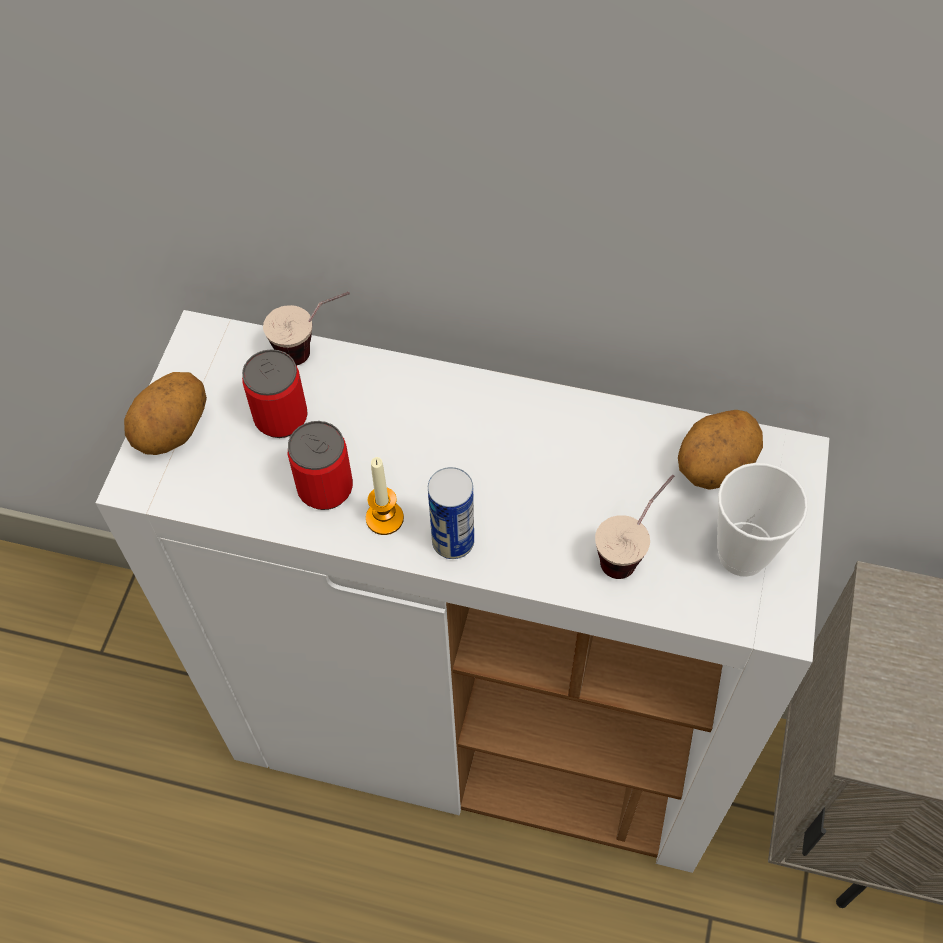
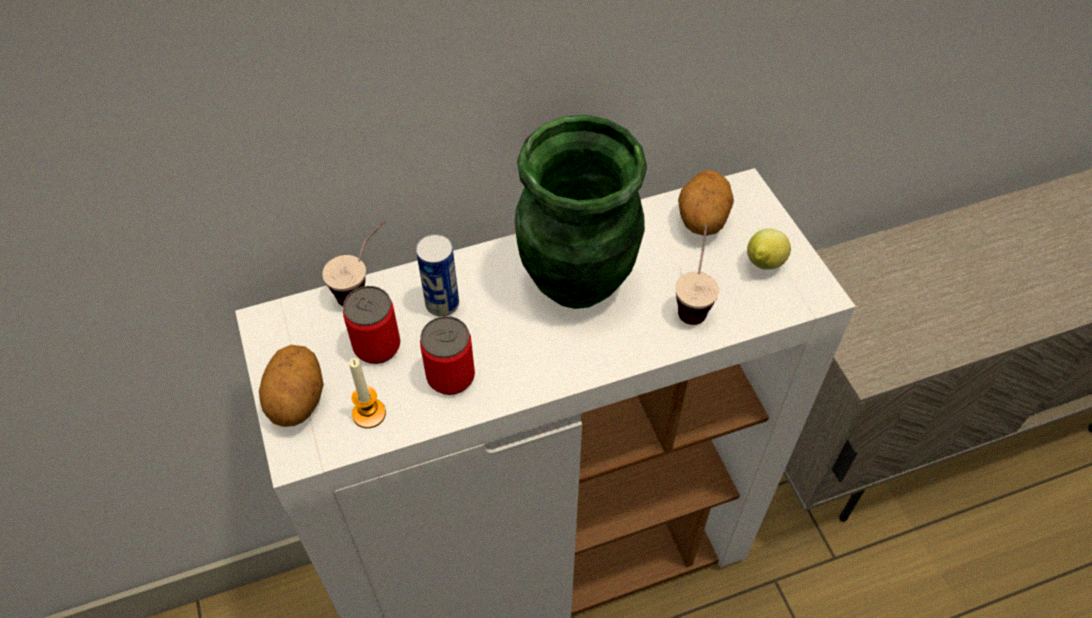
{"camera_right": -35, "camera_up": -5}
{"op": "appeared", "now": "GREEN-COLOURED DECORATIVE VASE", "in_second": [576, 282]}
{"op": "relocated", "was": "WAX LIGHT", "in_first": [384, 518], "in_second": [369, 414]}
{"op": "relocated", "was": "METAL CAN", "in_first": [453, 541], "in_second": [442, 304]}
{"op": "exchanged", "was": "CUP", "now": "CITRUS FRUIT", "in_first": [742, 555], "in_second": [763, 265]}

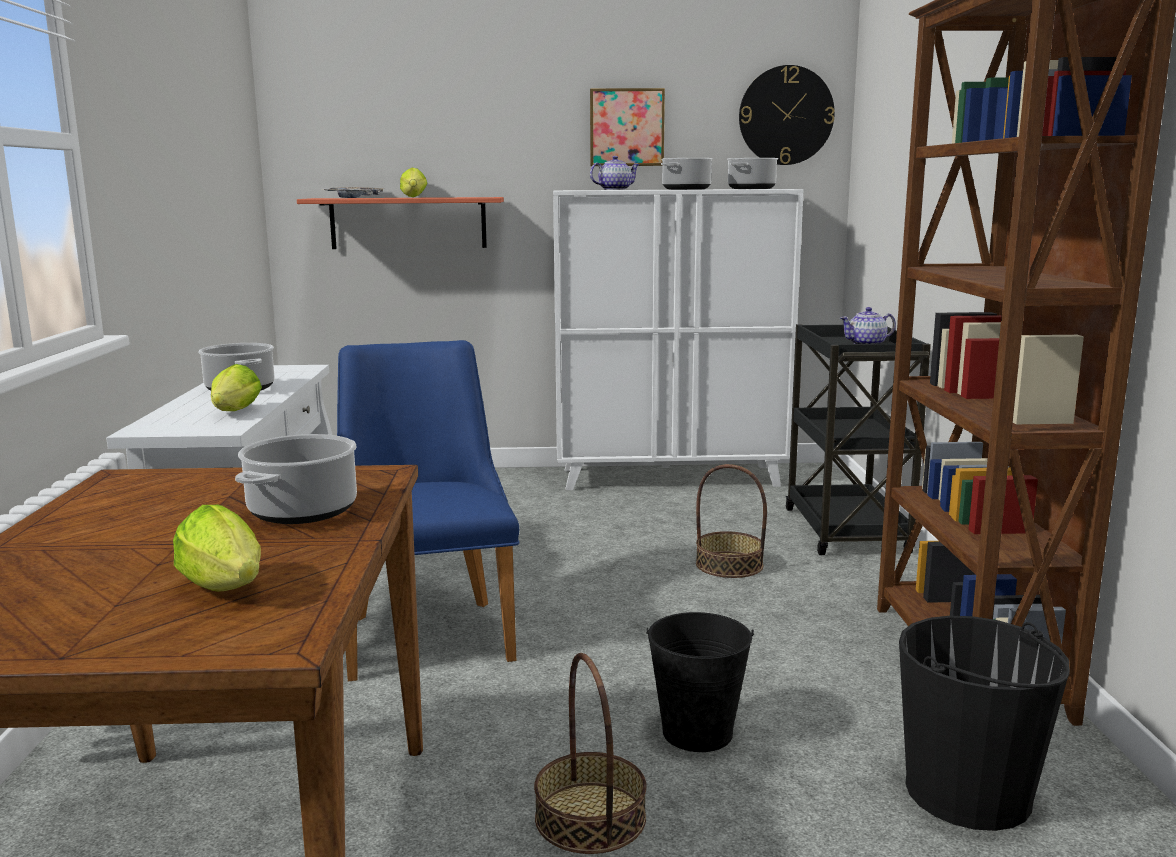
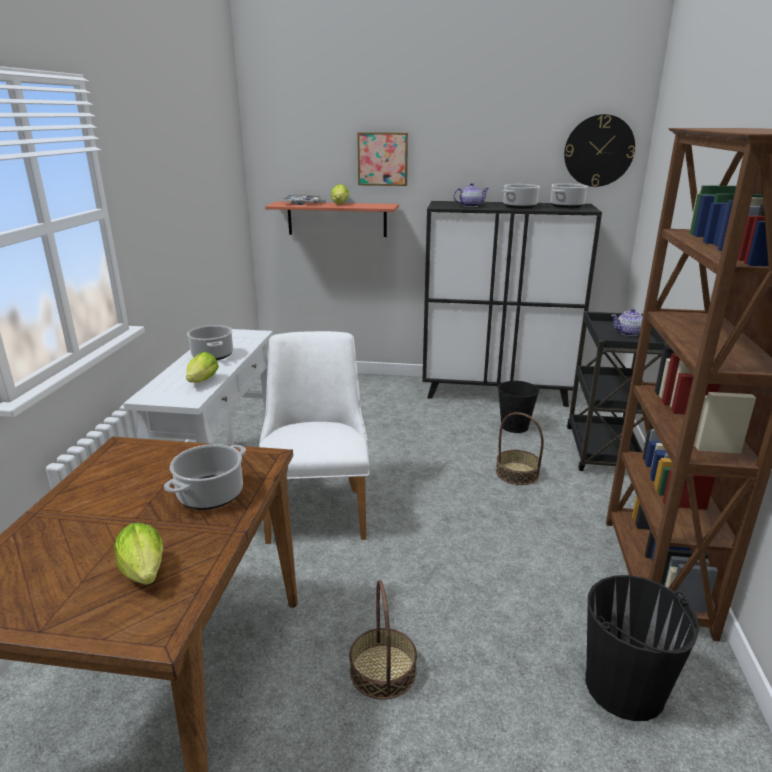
{"camera_right": 10, "camera_up": 10}
{"op": "relocated", "was": "PICTURE", "in_first": [626, 127], "in_second": [383, 159]}
{"op": "relocated", "was": "BLACK BUCKET", "in_first": [697, 732], "in_second": [514, 426]}
{"op": "colour", "was": "BLUE UPRIGHT CHAIR", "now": "WHITE UPRIGHT CHAIR", "in_first": [426, 629], "in_second": [318, 507]}
{"op": "colour", "was": "WHITE CUPBOARD", "now": "BLACK CUPBOARD", "in_first": [670, 477], "in_second": [496, 392]}

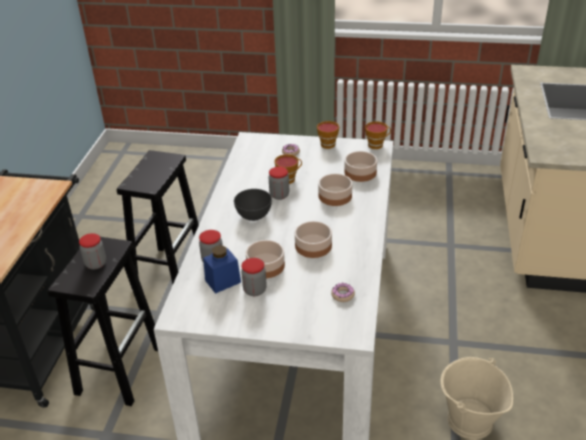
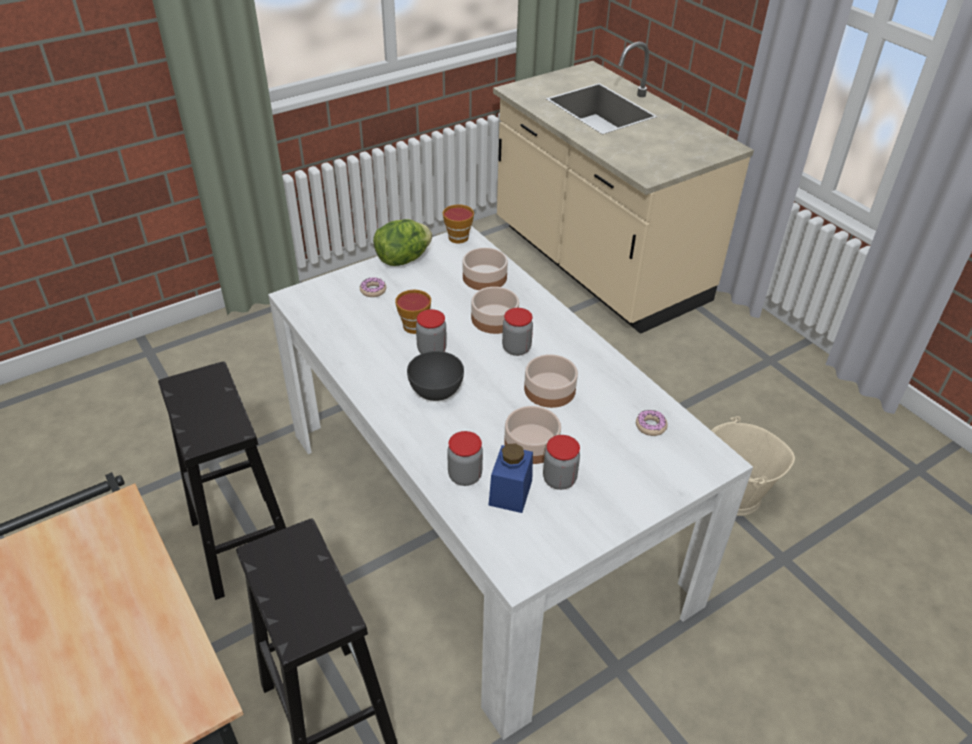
{"camera_right": -45, "camera_up": 5}
{"op": "relocated", "was": "PRESERVE JAR", "in_first": [96, 264], "in_second": [516, 348]}
{"op": "exchanged", "was": "CUP", "now": "LETTUCE", "in_first": [328, 143], "in_second": [403, 259]}

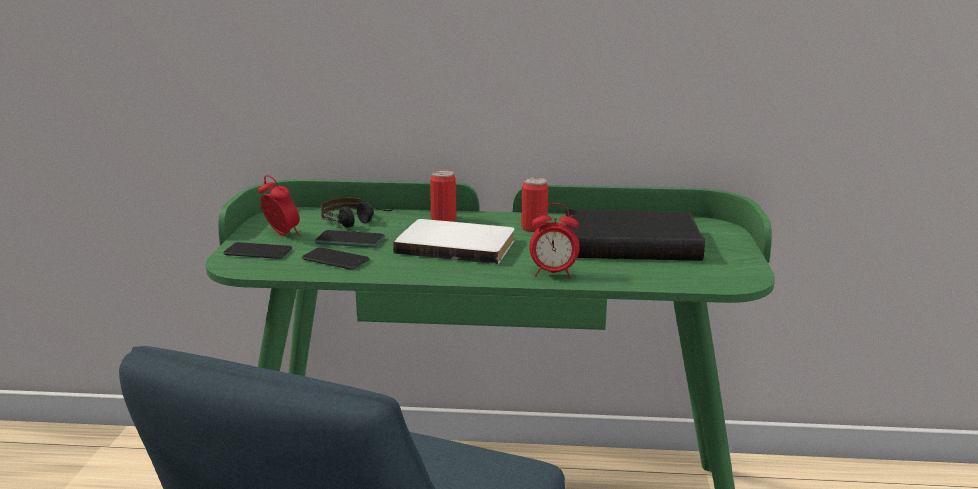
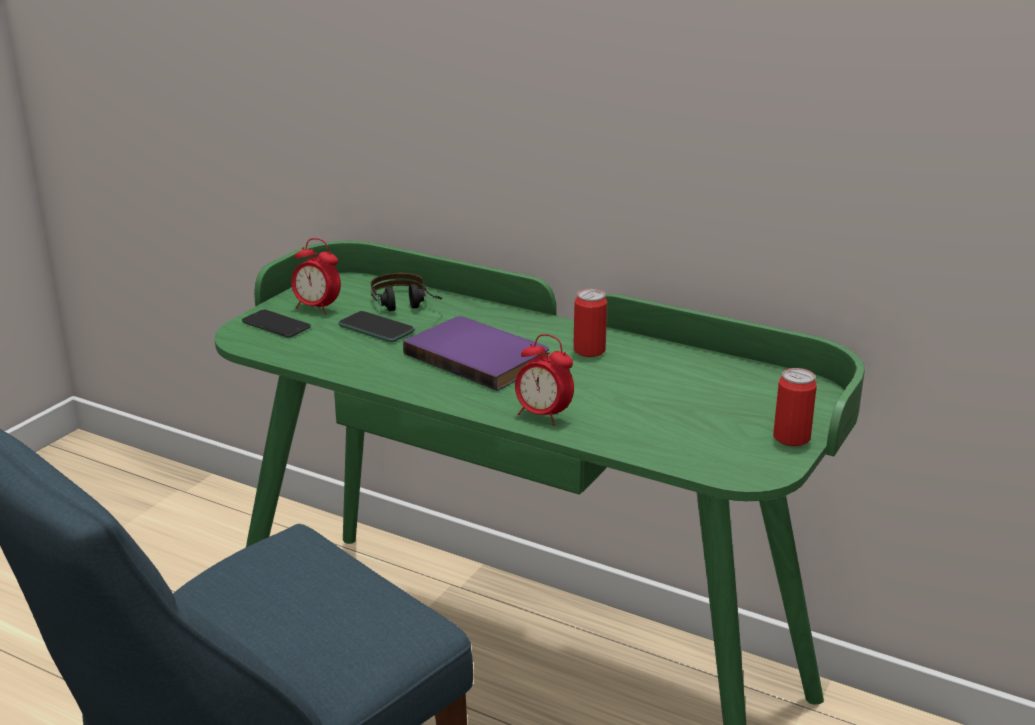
{"camera_right": 25, "camera_up": 5}
{"op": "missing", "was": "HANDSET", "in_first": [335, 260]}
{"op": "missing", "was": "BLACK BOUND BOOK", "in_first": [631, 242]}
{"op": "relocated", "was": "METAL CAN", "in_first": [443, 219], "in_second": [791, 438]}
{"op": "colour", "was": "WHITE BOUND BOOK", "now": "PURPLISH BOUND BOOK", "in_first": [457, 245], "in_second": [480, 356]}
{"op": "spun", "was": "BEDSIDE CLOCK", "in_first": [282, 235], "in_second": [317, 308], "clockwise": 135}

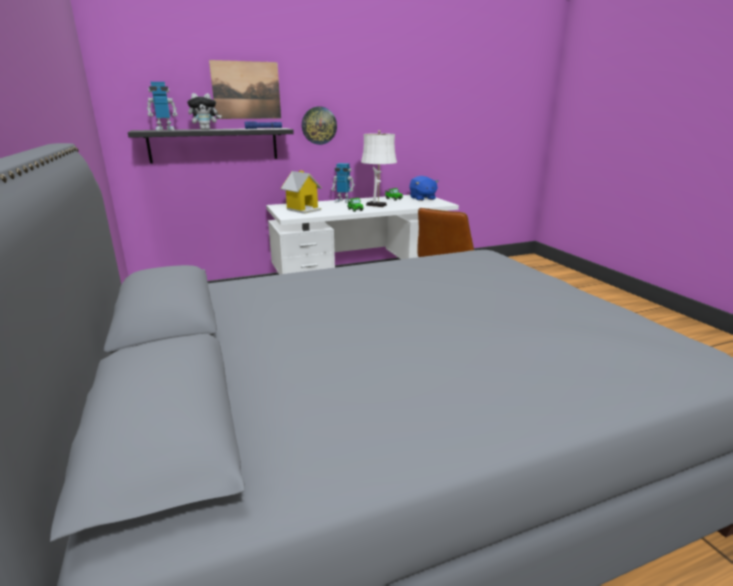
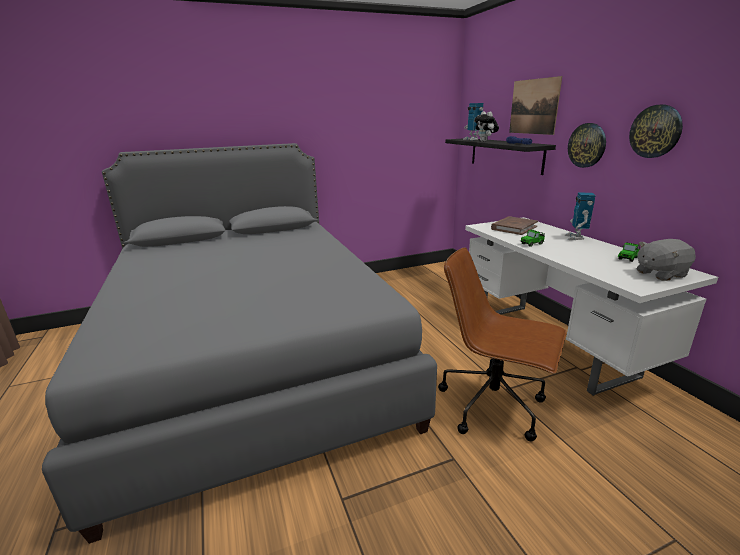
{"camera_right": 90, "camera_up": 0}
{"op": "missing", "was": "WHITE LAMP FOR A TABLE", "in_first": [378, 205]}
{"op": "appeared", "now": "WALL CLOCK", "in_second": [655, 131]}
{"op": "exchanged", "was": "MODEL HOUSE", "now": "BROWN BOUND BOOK", "in_first": [303, 209], "in_second": [514, 228]}
{"op": "colour", "was": "BLUE CUDDLY TOY", "now": "GREY CUDDLY TOY", "in_first": [422, 198], "in_second": [660, 274]}

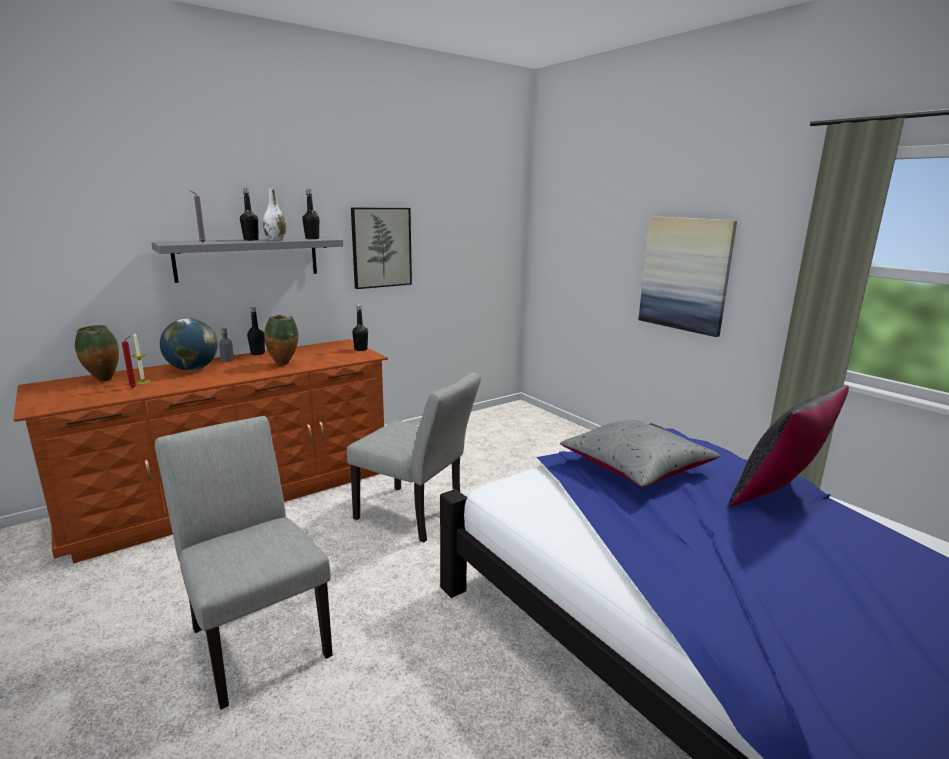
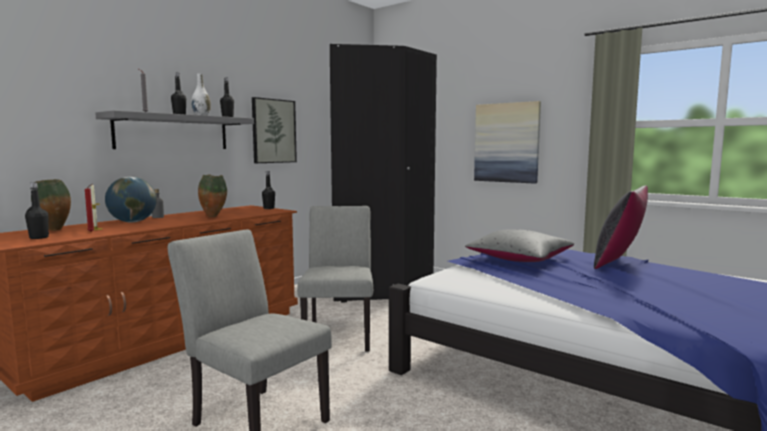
{"camera_right": -15, "camera_up": -10}
{"op": "appeared", "now": "BLACK ARMOIRE", "in_second": [379, 285]}
{"op": "relocated", "was": "BLACK BEVERAGE BOTTLE", "in_first": [257, 353], "in_second": [39, 237]}
{"op": "spun", "was": "GREY UPRIGHT CHAIR", "in_first": [416, 516], "in_second": [339, 334], "clockwise": -105}

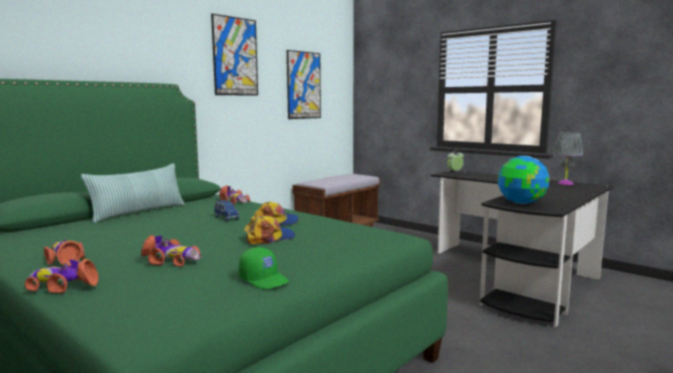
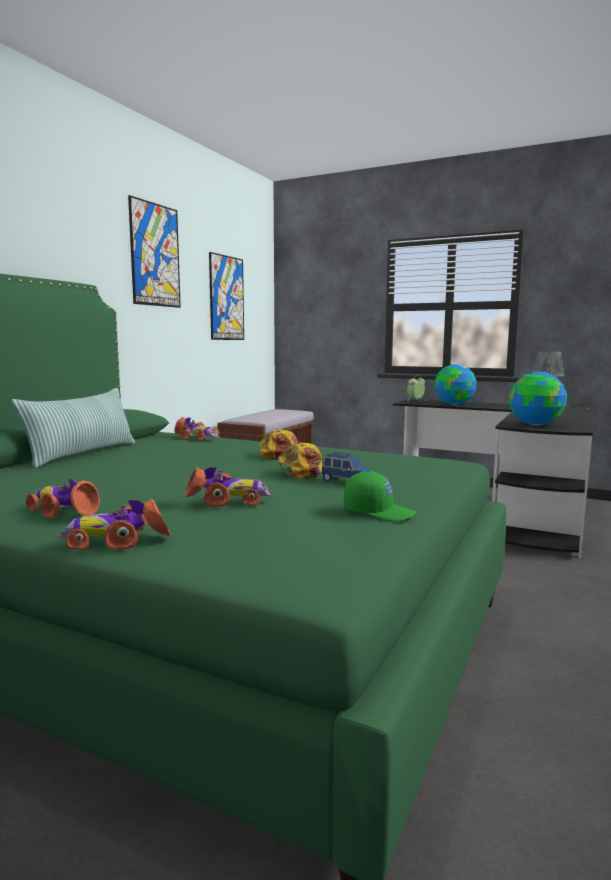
{"camera_right": -15, "camera_up": 0}
{"op": "appeared", "now": "DESK GLOBE", "in_second": [454, 404]}
{"op": "relocated", "was": "BLUE TOY CAR", "in_first": [226, 218], "in_second": [345, 481]}

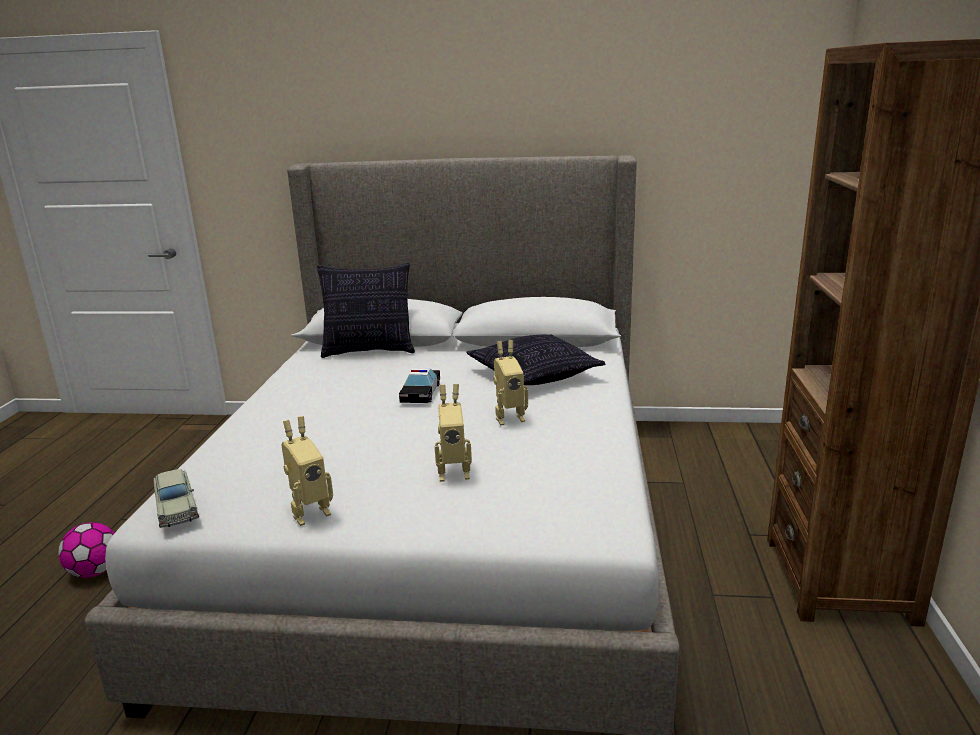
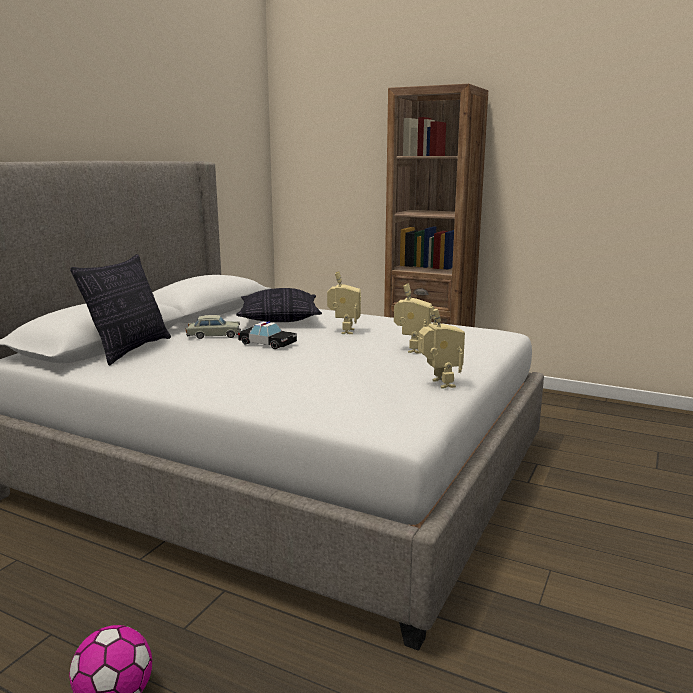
{"camera_right": -70, "camera_up": -5}
{"op": "relocated", "was": "SAND-COLOURED TOY CAR", "in_first": [177, 507], "in_second": [214, 335]}

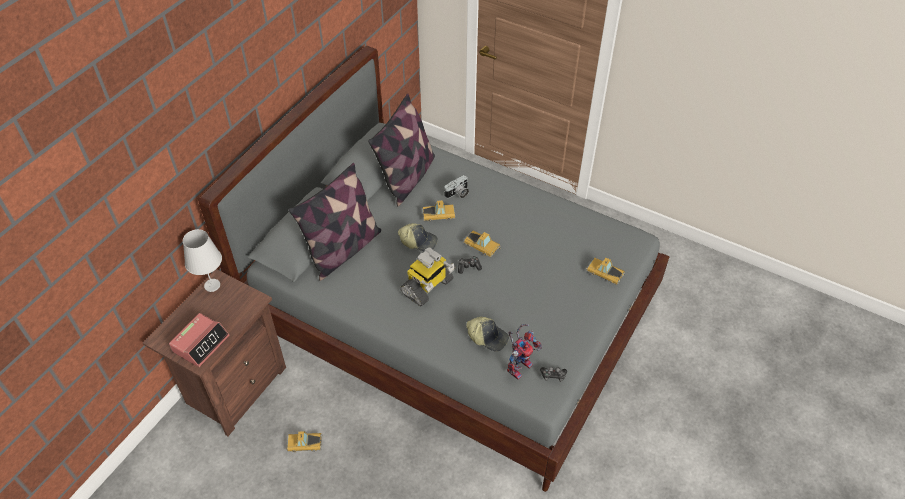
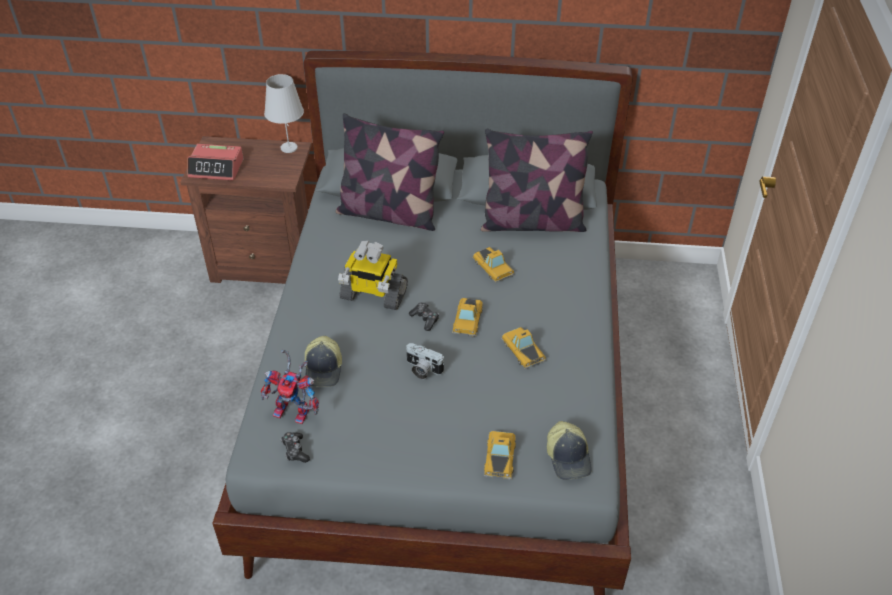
{"camera_right": 65, "camera_up": -5}
{"op": "relocated", "was": "TOY CAR", "in_first": [304, 443], "in_second": [523, 349]}
{"op": "relocated", "was": "BASEBALL CAP", "in_first": [418, 241], "in_second": [569, 457]}
{"op": "relocated", "was": "PHOTO CAMERA", "in_first": [458, 194], "in_second": [422, 369]}

